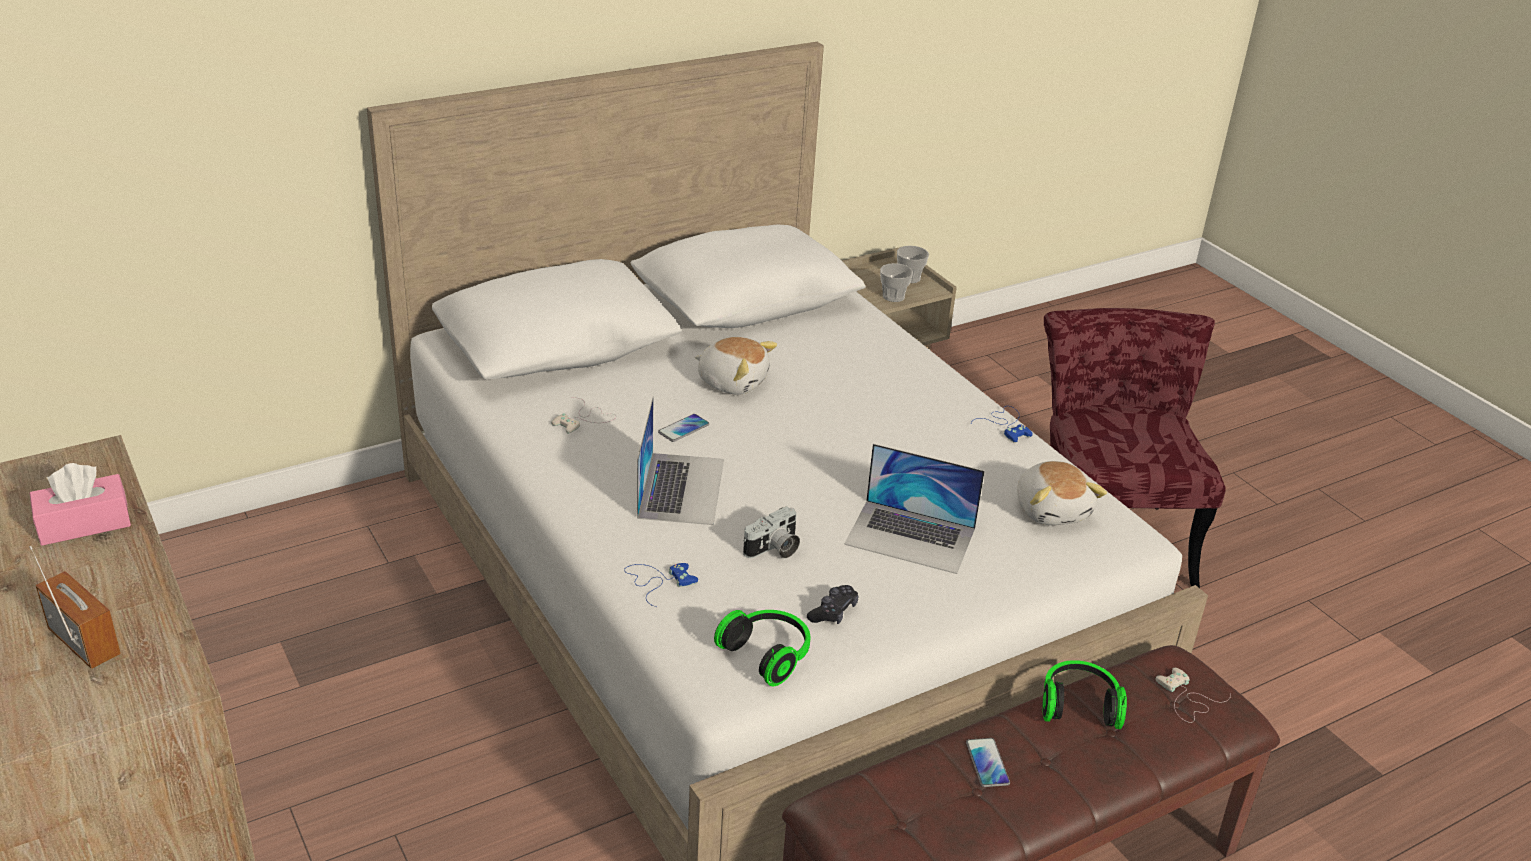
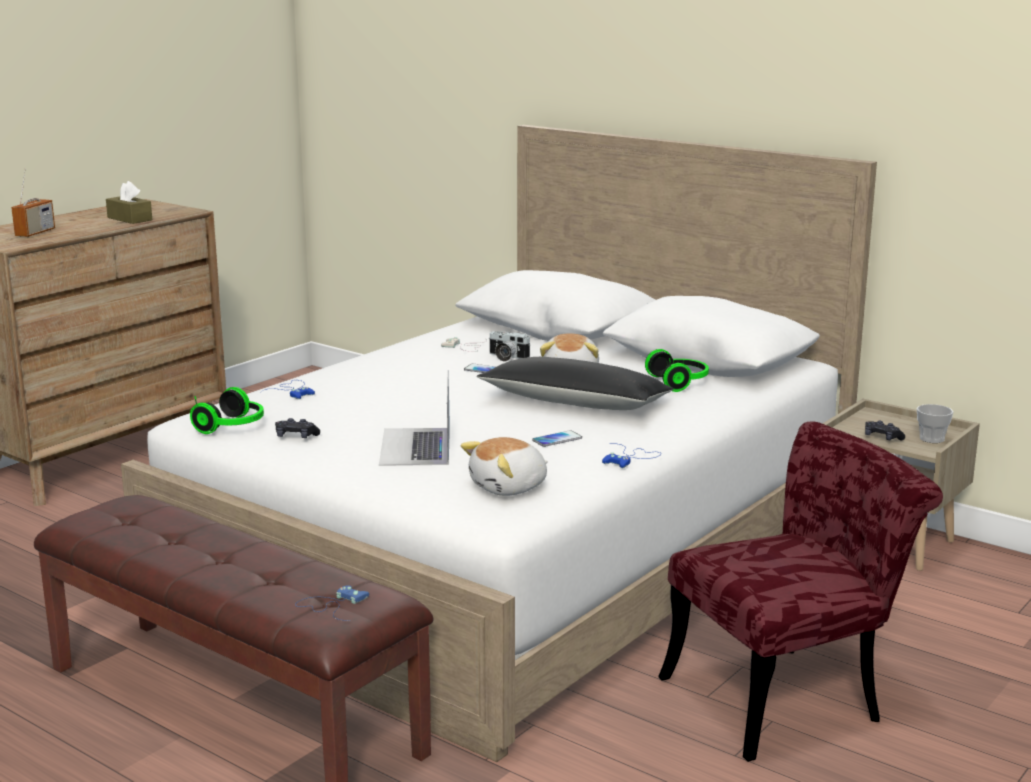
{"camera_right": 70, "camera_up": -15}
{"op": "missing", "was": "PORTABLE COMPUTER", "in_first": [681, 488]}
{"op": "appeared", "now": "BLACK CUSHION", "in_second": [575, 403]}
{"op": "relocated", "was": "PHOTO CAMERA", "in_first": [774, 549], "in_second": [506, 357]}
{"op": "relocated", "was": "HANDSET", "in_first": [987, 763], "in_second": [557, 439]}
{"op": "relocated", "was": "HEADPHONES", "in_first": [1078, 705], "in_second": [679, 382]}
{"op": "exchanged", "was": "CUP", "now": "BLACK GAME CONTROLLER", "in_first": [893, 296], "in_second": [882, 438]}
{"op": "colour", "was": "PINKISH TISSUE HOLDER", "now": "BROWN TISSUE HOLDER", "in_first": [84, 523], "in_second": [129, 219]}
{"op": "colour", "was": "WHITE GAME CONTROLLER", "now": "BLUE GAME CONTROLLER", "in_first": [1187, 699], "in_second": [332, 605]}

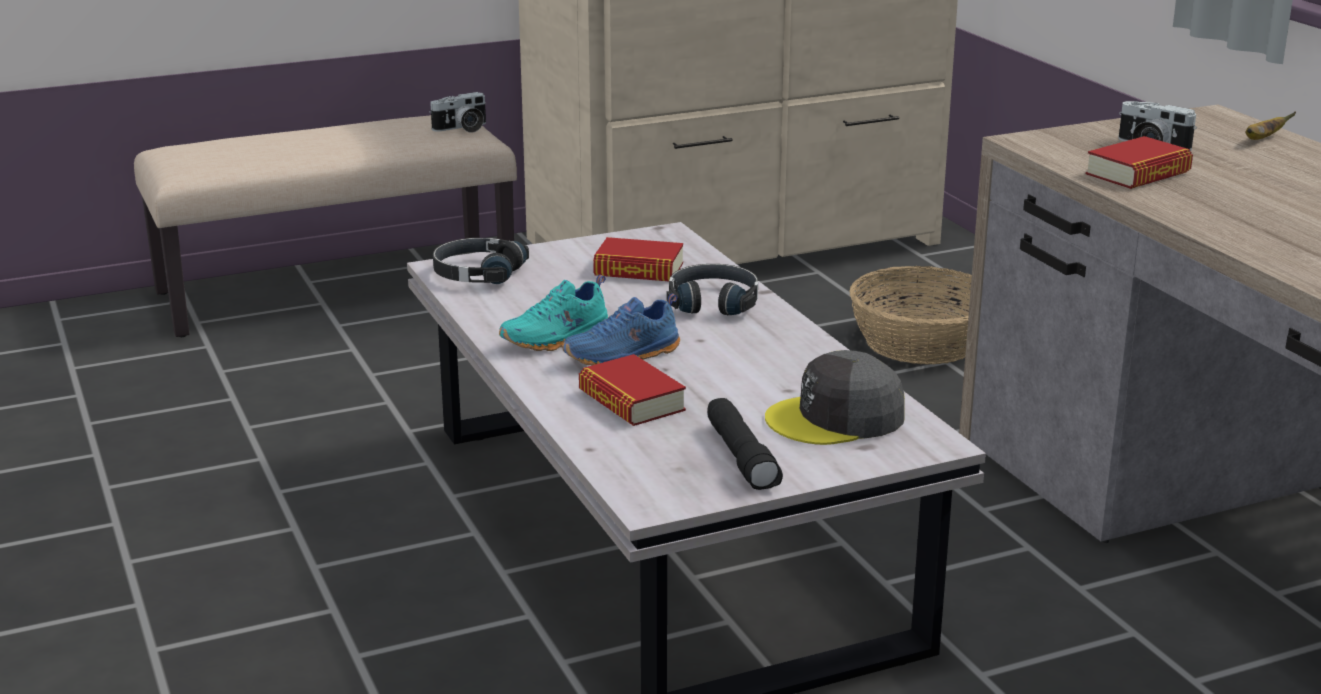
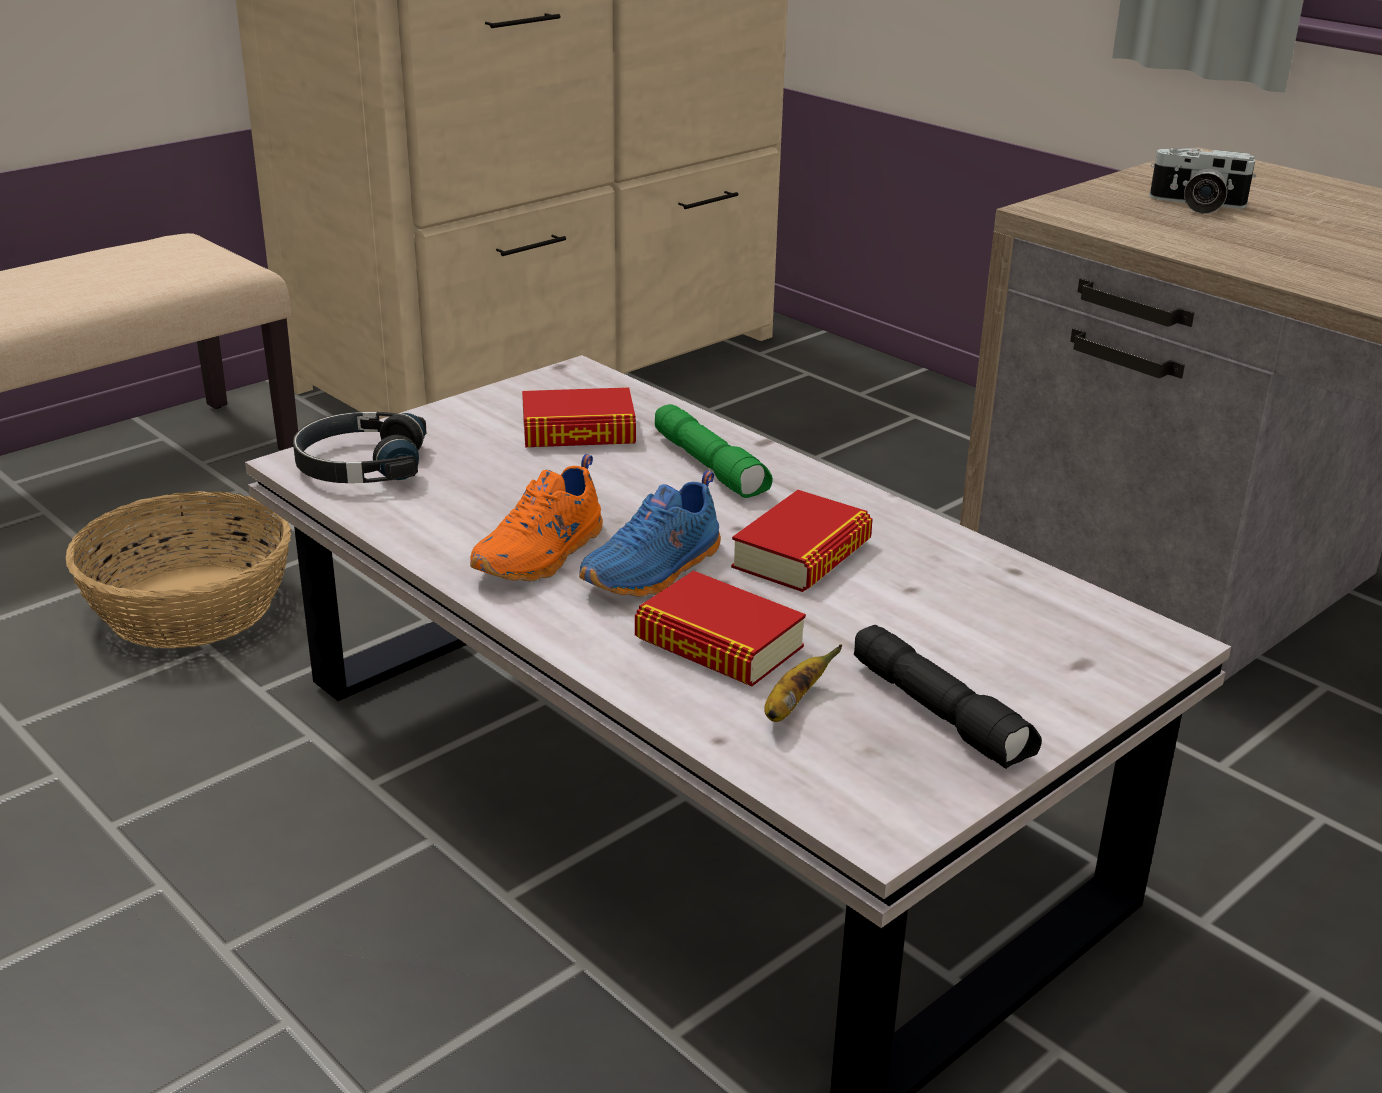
{"camera_right": -20, "camera_up": 5}
{"op": "missing", "was": "PHOTO CAMERA", "in_first": [462, 129]}
{"op": "missing", "was": "GREY BASEBALL CAP", "in_first": [836, 418]}
{"op": "relocated", "was": "BASKET", "in_first": [921, 341], "in_second": [191, 606]}
{"op": "relocated", "was": "BOUND BOOK", "in_first": [1138, 173], "in_second": [802, 554]}
{"op": "relocated", "was": "WHOLE BANANA", "in_first": [1262, 139], "in_second": [792, 706]}
{"op": "exchanged", "was": "BLACK HEADPHONES", "now": "GREEN-COLOURED HAND TORCH", "in_first": [713, 302], "in_second": [711, 466]}
{"op": "colour", "was": "BLUE-GREEN LOW SHOE", "now": "ORANGE LOW SHOE", "in_first": [557, 339], "in_second": [542, 556]}

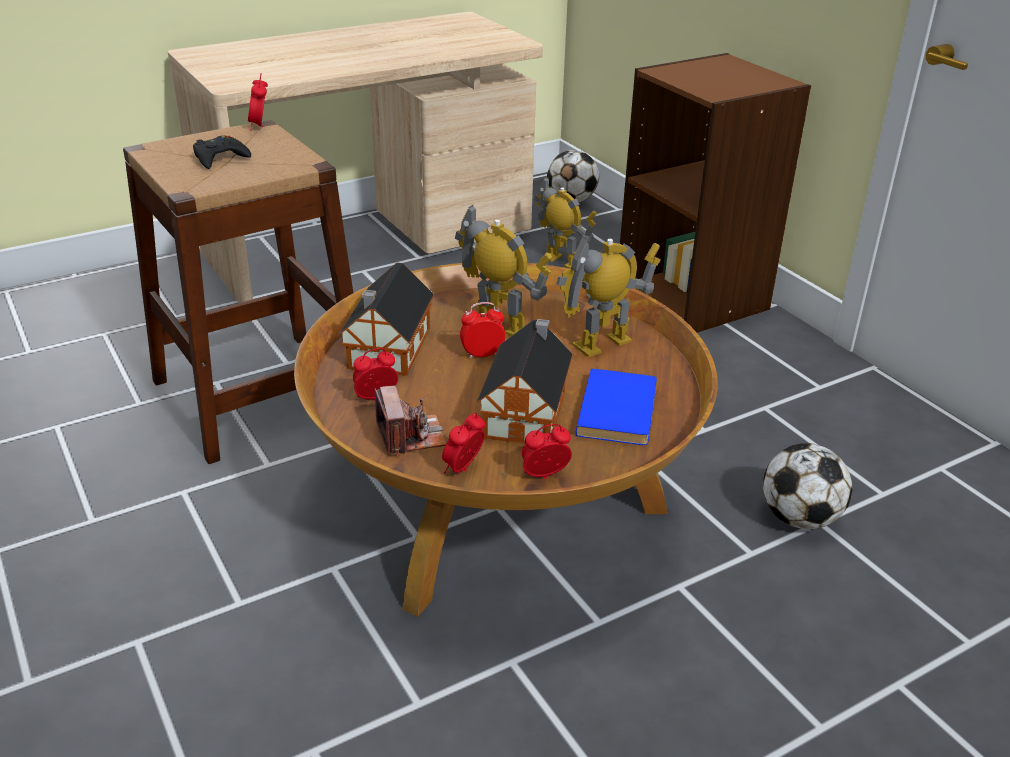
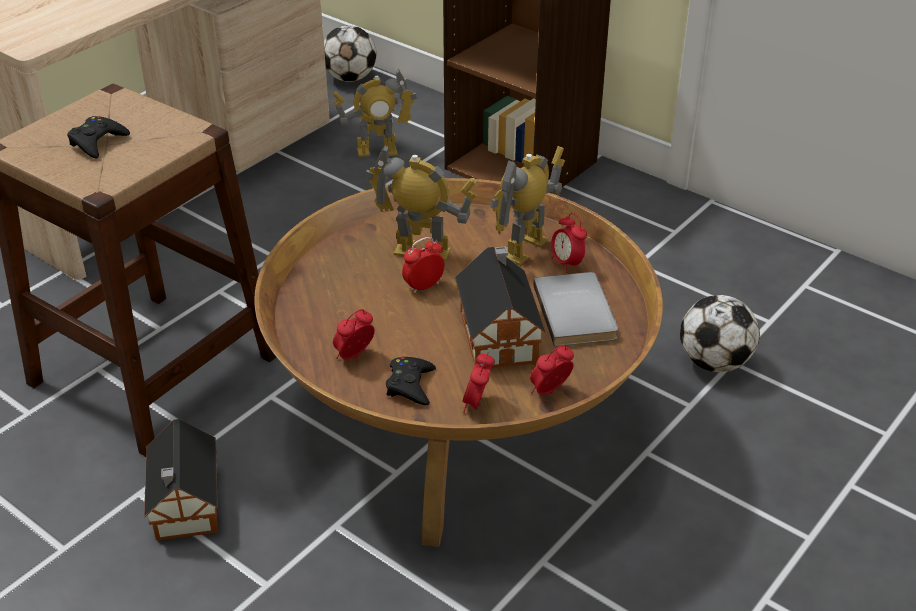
{"camera_right": -20, "camera_up": 5}
{"op": "relocated", "was": "BEDSIDE CLOCK", "in_first": [260, 126], "in_second": [566, 263]}
{"op": "relocated", "was": "MODEL HOUSE", "in_first": [387, 350], "in_second": [185, 506]}
{"op": "exchanged", "was": "PHOTO CAMERA", "now": "BLACK GAME CONTROLLER", "in_first": [410, 436], "in_second": [410, 385]}
{"op": "colour", "was": "BLUE BOUND BOOK", "now": "GREY BOUND BOOK", "in_first": [621, 411], "in_second": [578, 312]}
{"op": "spun", "was": "MODEL ROBOT", "in_first": [562, 261], "in_second": [377, 151], "clockwise": 150}

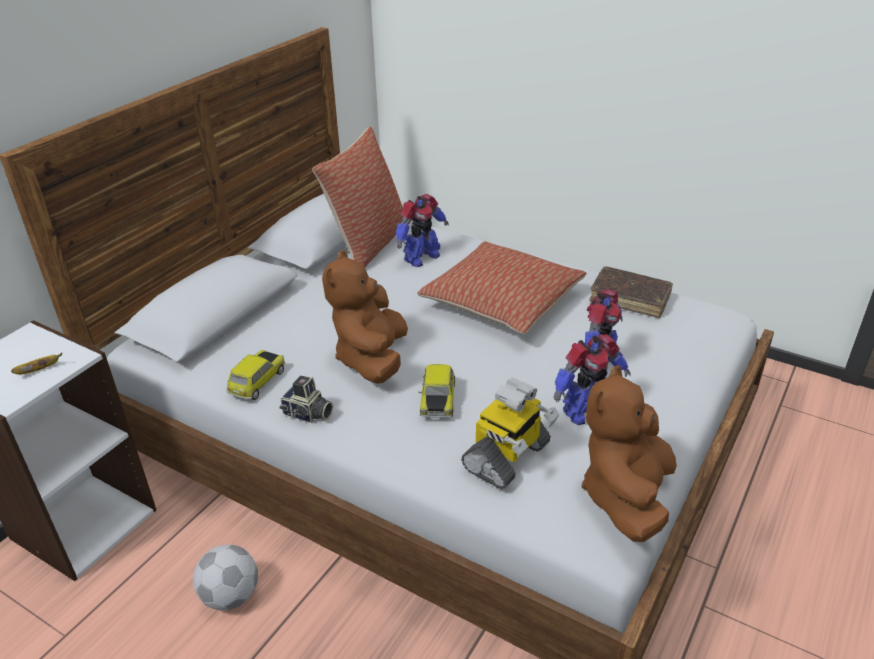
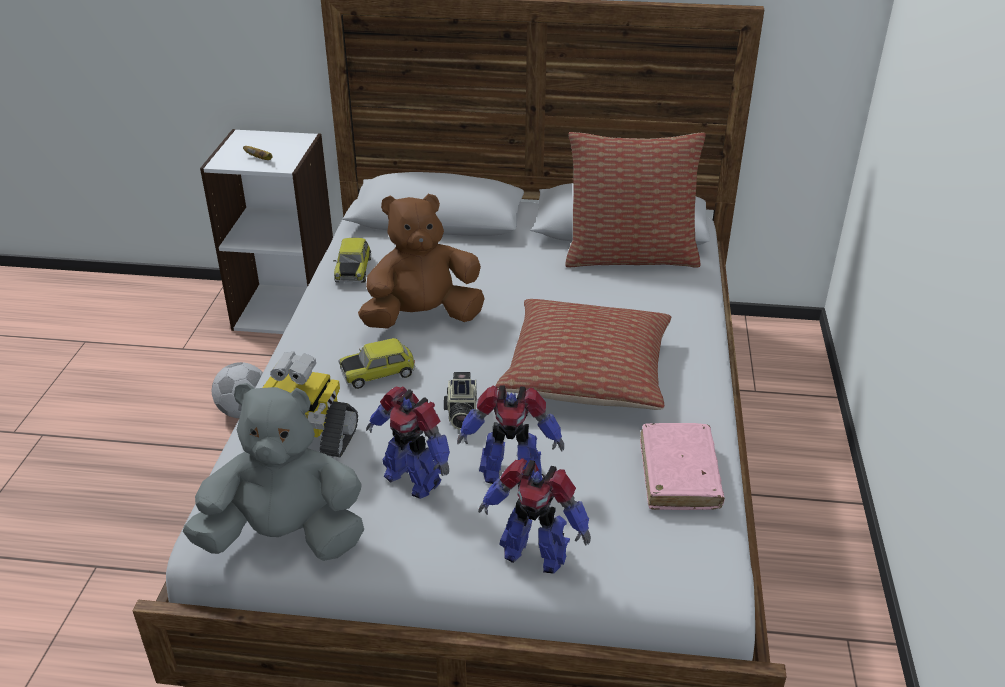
{"camera_right": 65, "camera_up": 0}
{"op": "relocated", "was": "PHOTO CAMERA", "in_first": [308, 414], "in_second": [461, 414]}
{"op": "relocated", "was": "MODEL ROBOT", "in_first": [421, 258], "in_second": [534, 553]}
{"op": "colour", "was": "BROWN CUDDLY TOY", "now": "GREY CUDDLY TOY", "in_first": [626, 496], "in_second": [285, 537]}
{"op": "colour", "was": "BROWN BOUND BOOK", "now": "PINKISH BOUND BOOK", "in_first": [630, 298], "in_second": [679, 475]}
{"op": "spun", "was": "TOY CAR", "in_first": [257, 382], "in_second": [352, 270], "clockwise": 90}

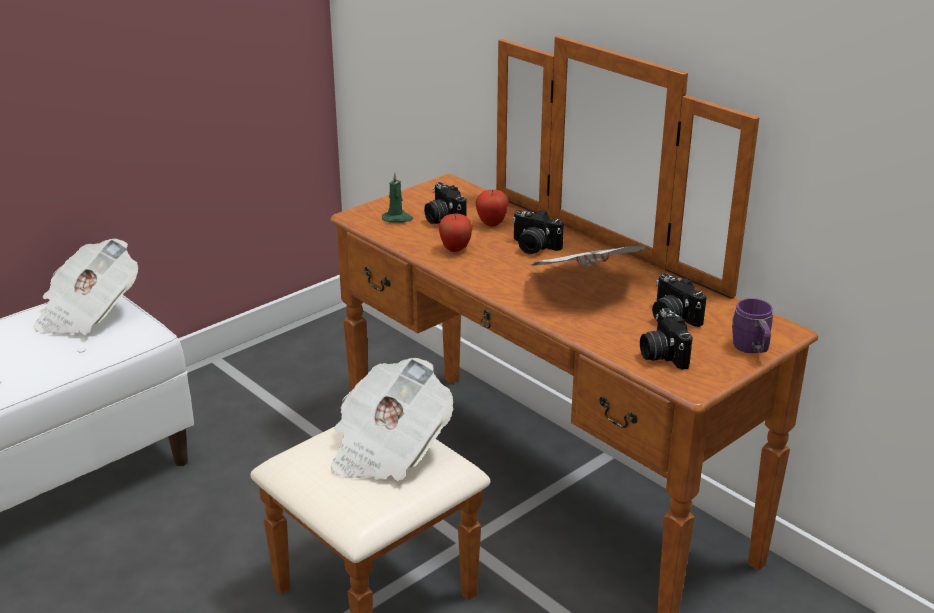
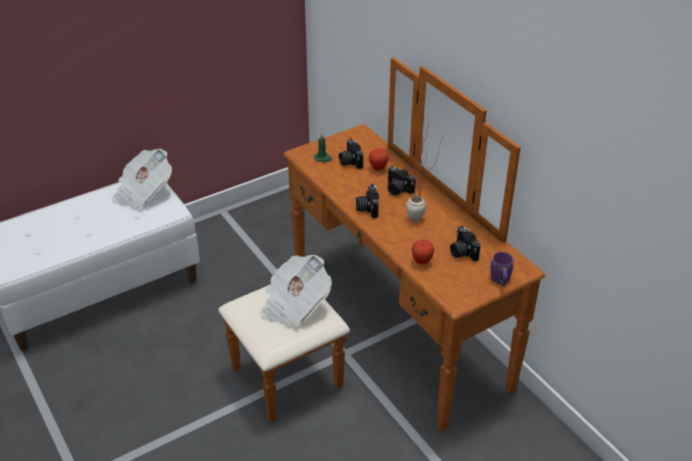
{"camera_right": 10, "camera_up": 10}
{"op": "relocated", "was": "APPLE FRUIT", "in_first": [455, 249], "in_second": [422, 261]}
{"op": "relocated", "was": "PHOTO CAMERA", "in_first": [662, 354], "in_second": [367, 208]}
{"op": "exchanged", "was": "NEWSPAPER", "now": "PLANT IN A POT", "in_first": [585, 285], "in_second": [419, 222]}

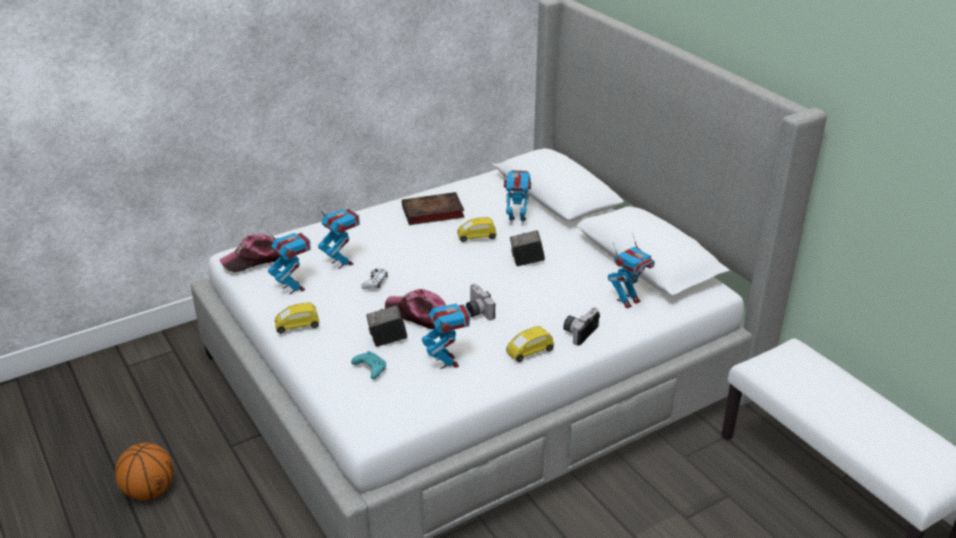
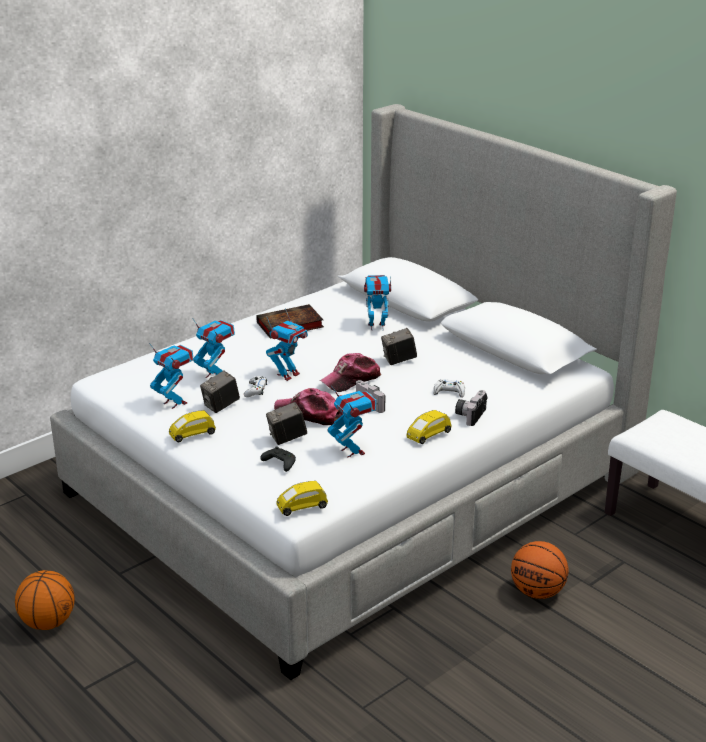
{"camera_right": -10, "camera_up": -5}
{"op": "appeared", "now": "PHOTO CAMERA", "in_second": [221, 406]}
{"op": "appeared", "now": "WHITE GAME CONTROLLER", "in_second": [449, 392]}
{"op": "appeared", "now": "BASKETBALL BALL", "in_second": [537, 592]}
{"op": "relocated", "was": "BASEBALL CAP", "in_first": [254, 260], "in_second": [351, 380]}
{"op": "relocated", "was": "YELLOWISH TOY CAR", "in_first": [476, 238], "in_second": [302, 508]}
{"op": "relocated", "was": "MODEL ROBOT", "in_first": [628, 301], "in_second": [288, 375]}
{"op": "colour", "was": "BLUE-GREEN GAME CONTROLLER", "now": "BLACK GAME CONTROLLER", "in_first": [370, 369], "in_second": [279, 464]}

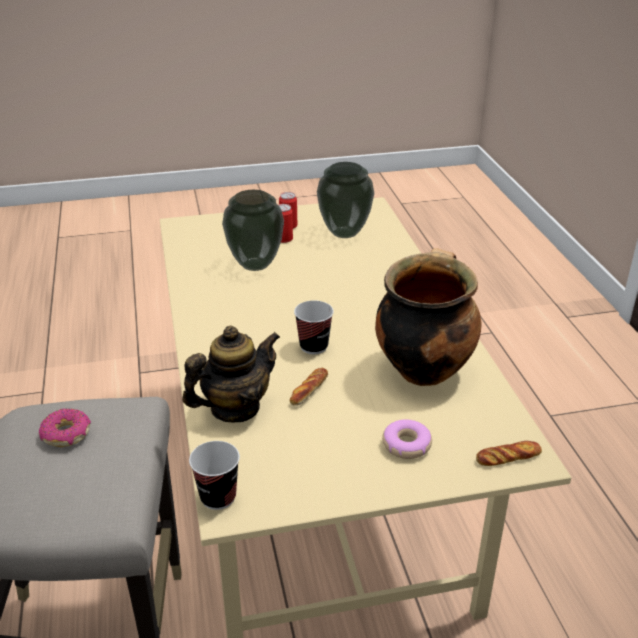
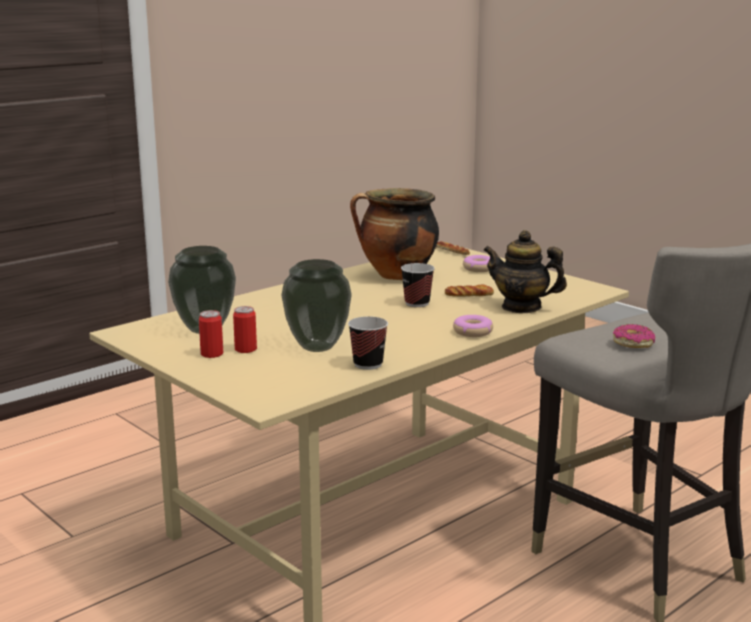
{"camera_right": -120, "camera_up": -15}
{"op": "appeared", "now": "DOUGHNUT", "in_second": [472, 332]}
{"op": "relocated", "was": "CUP", "in_first": [218, 497], "in_second": [368, 364]}

